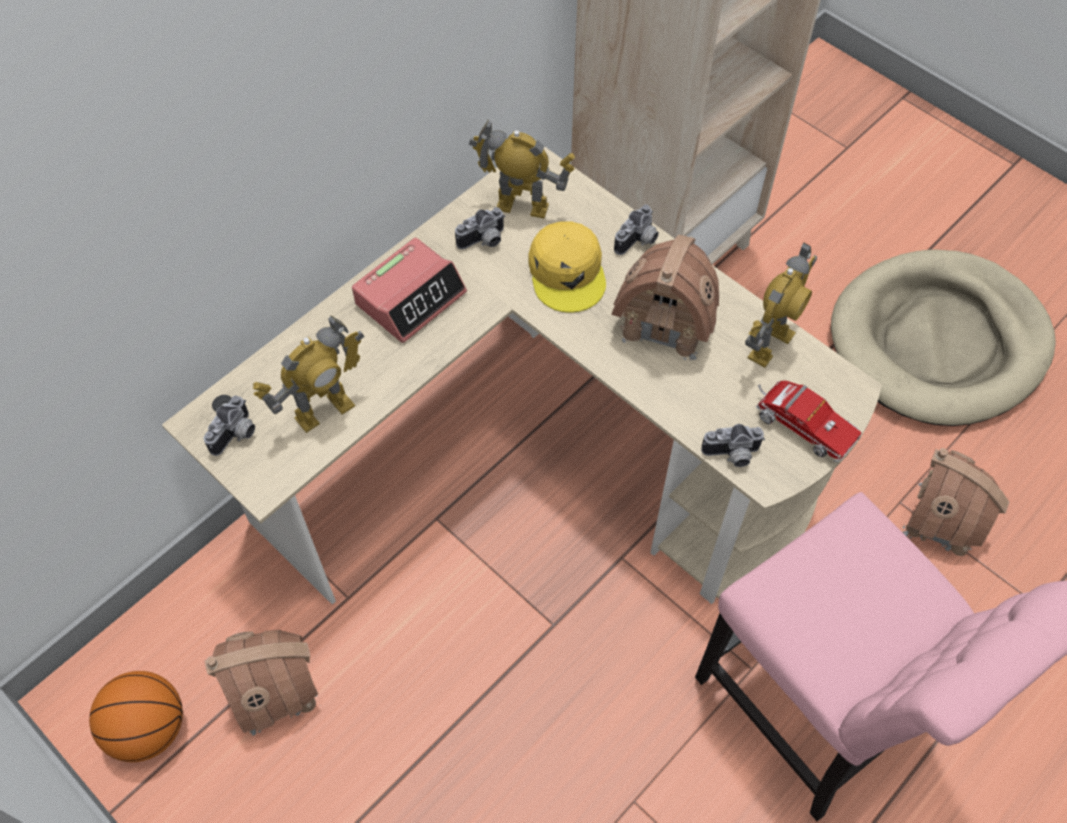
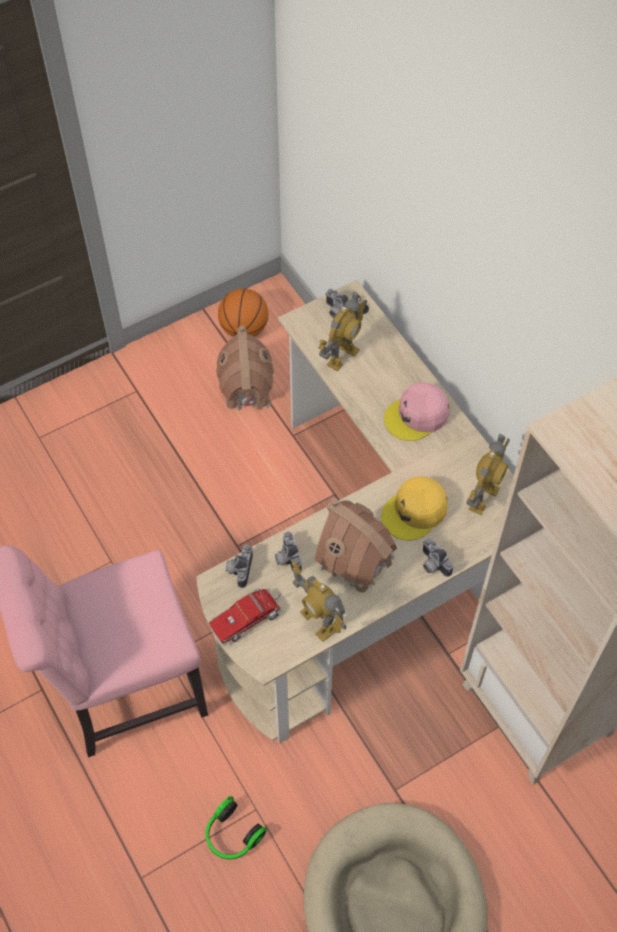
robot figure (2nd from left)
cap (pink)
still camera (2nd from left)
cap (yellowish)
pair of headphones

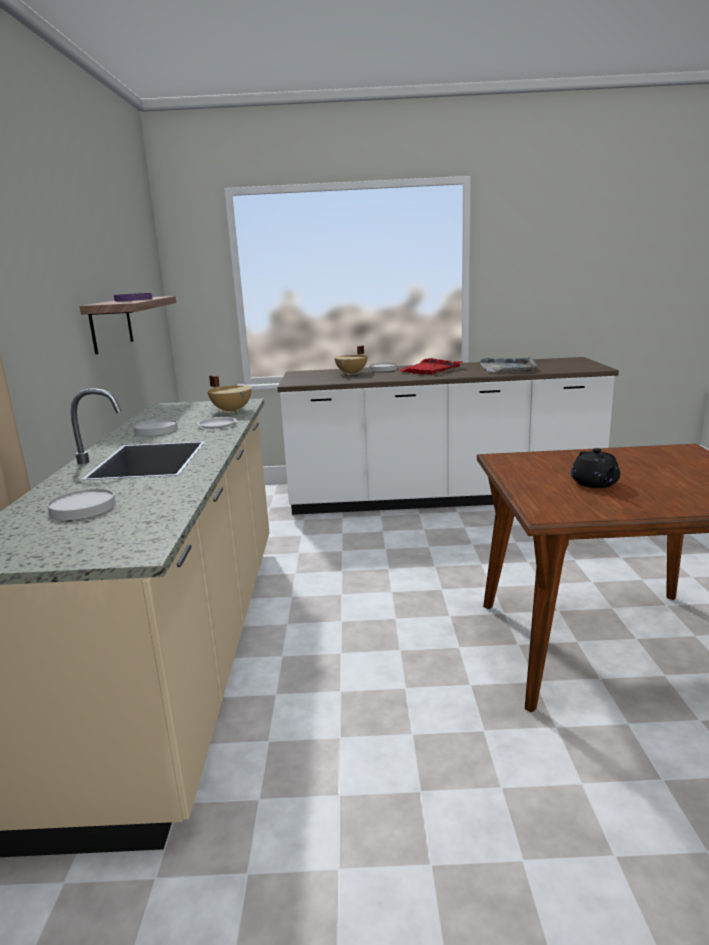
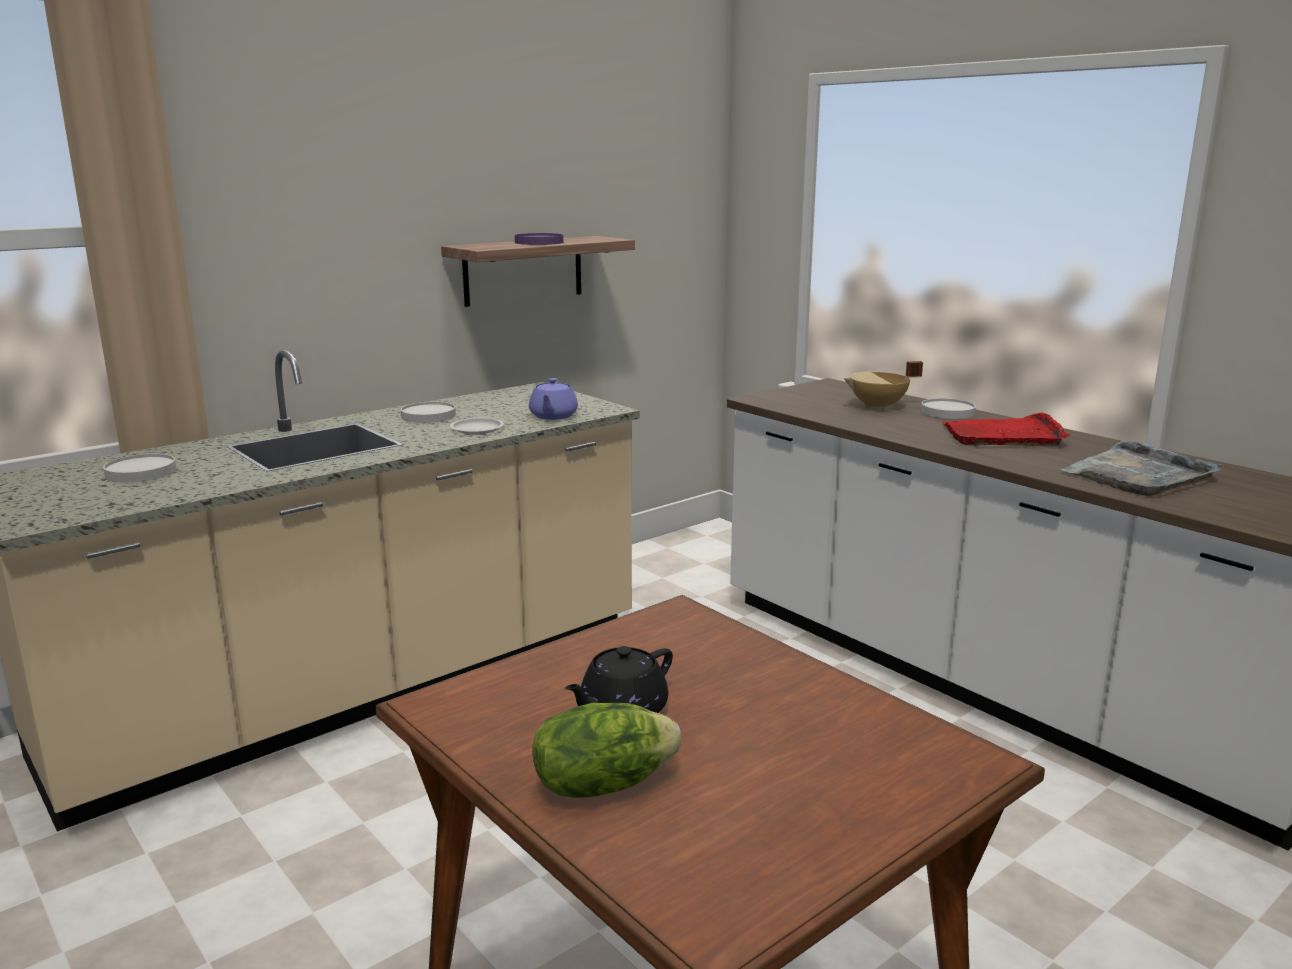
pot for tea (purple-coloured)
head of lettuce

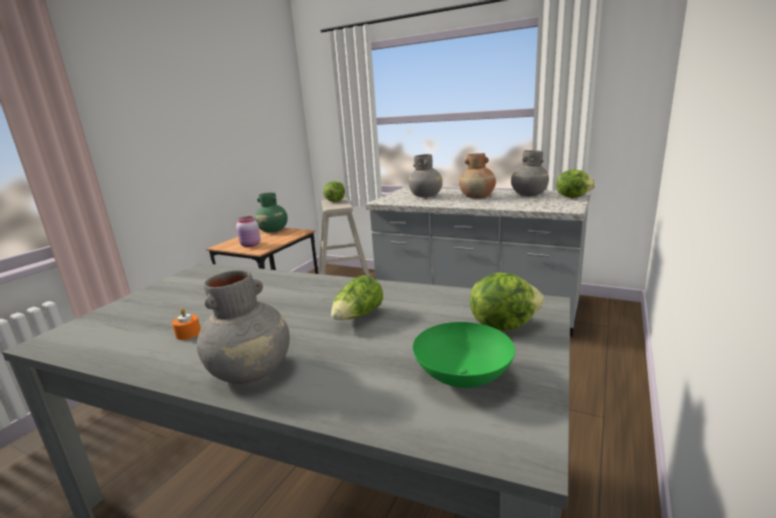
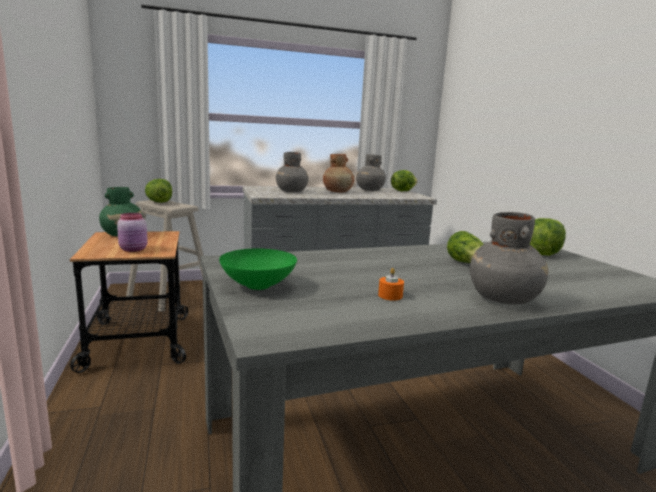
bowl (green-coloured)

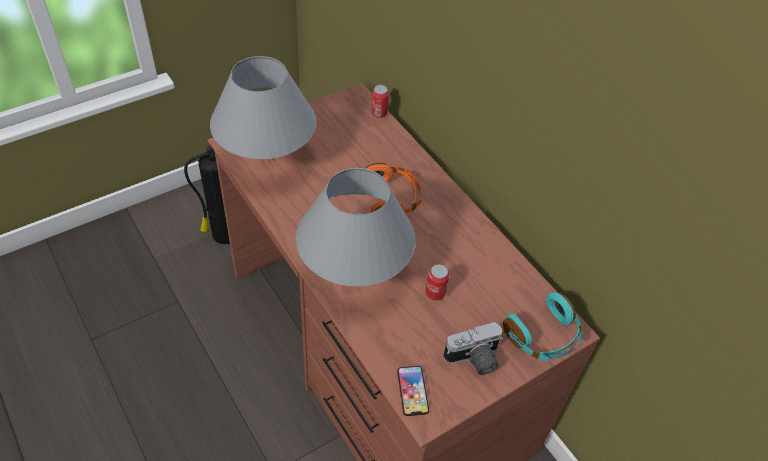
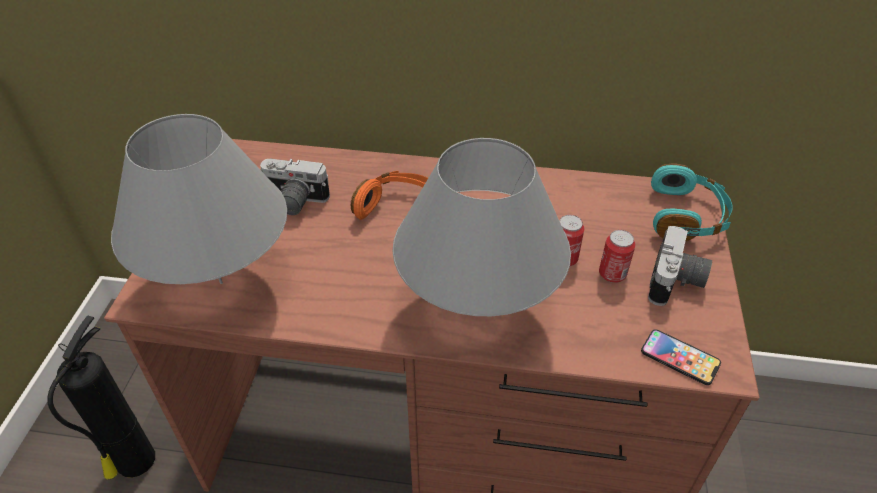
can (2nd from left)
still camera (1st from left)

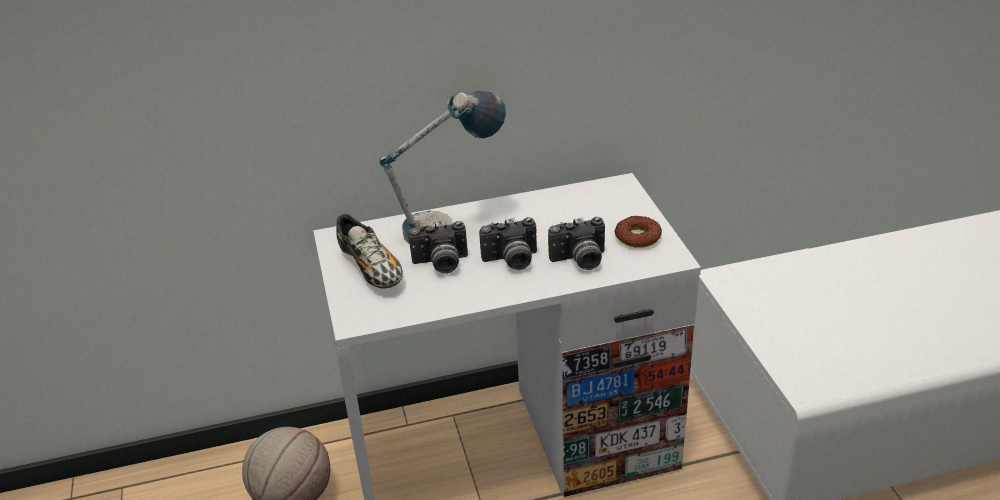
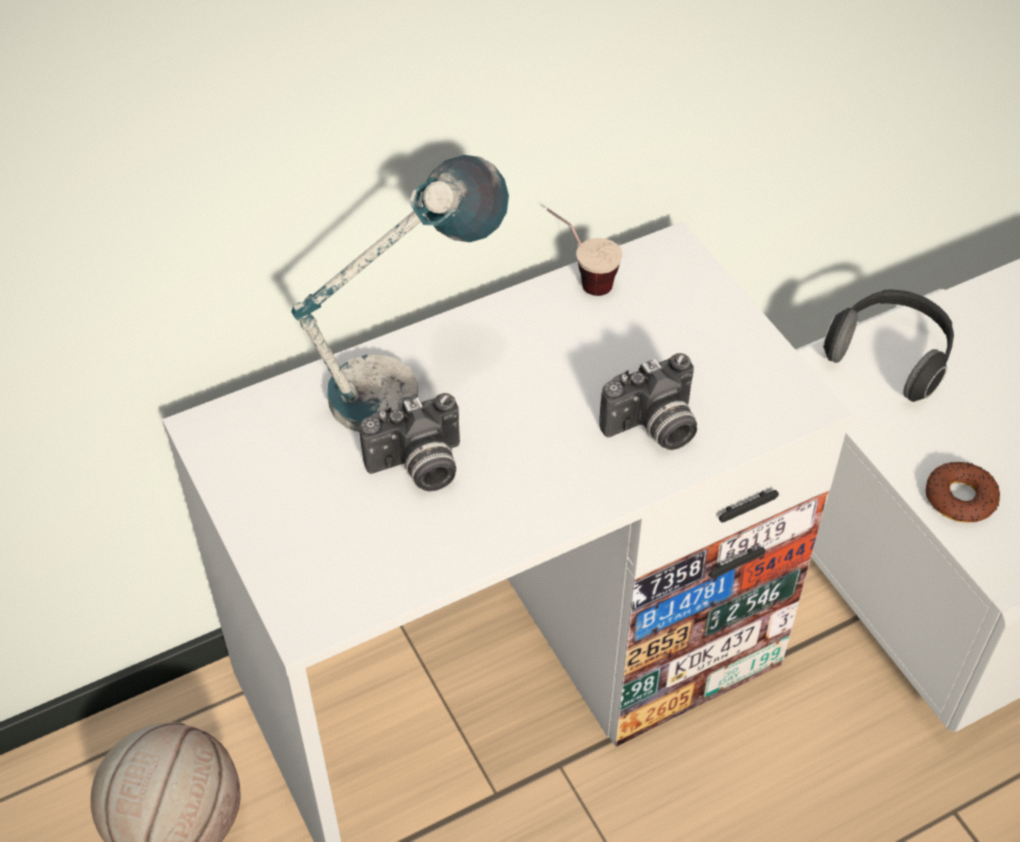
shoe
still camera (2nd from left in the first image)
donut
cup
pair of headphones

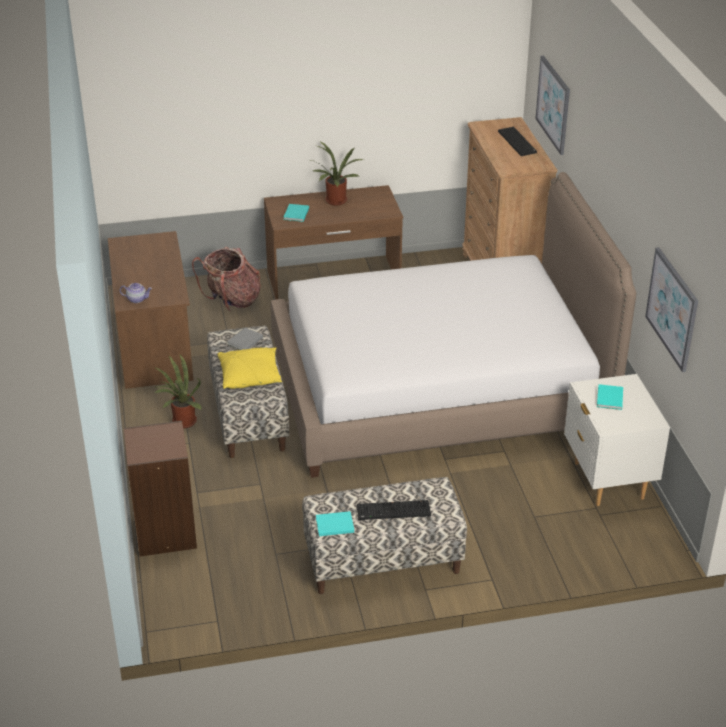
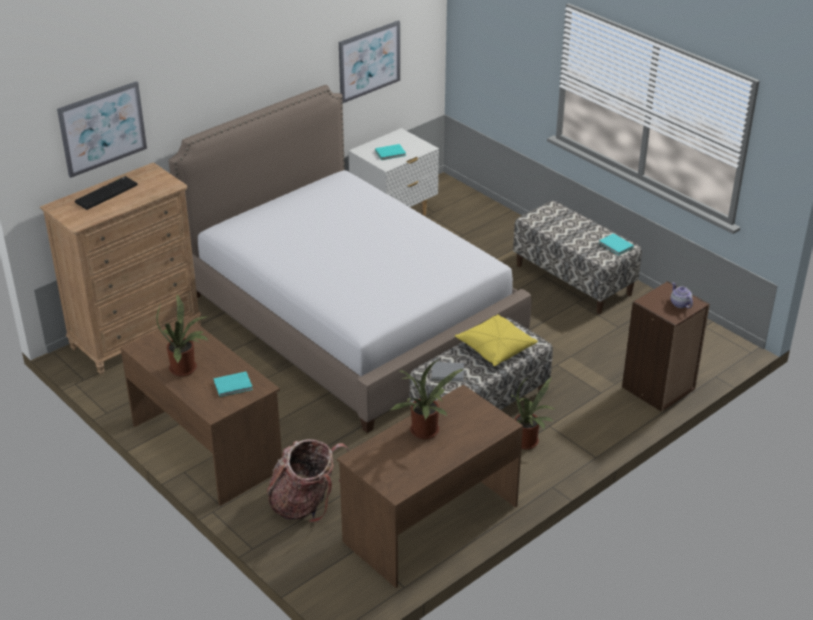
pot for tea
PC keyboard (1st from left in the first image)
plant in a pot (2nd from left)

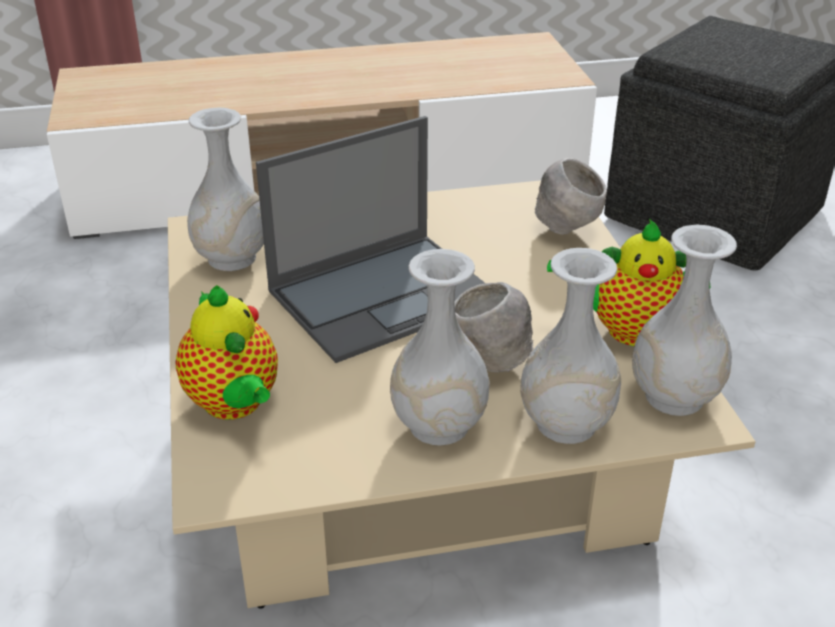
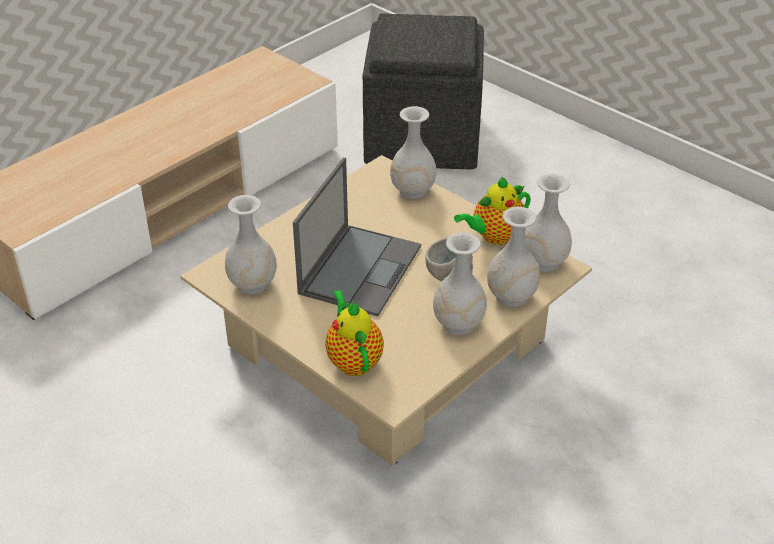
pot for tea (1st from left)
decorative vase (white) (2nd from left)

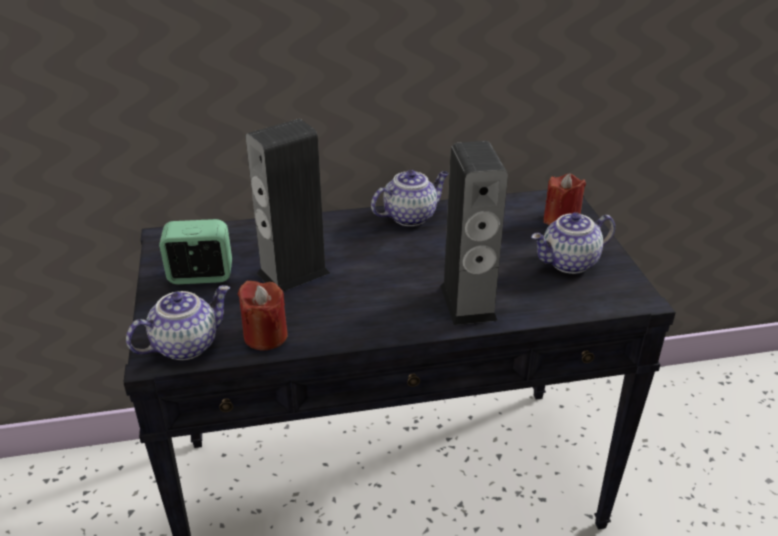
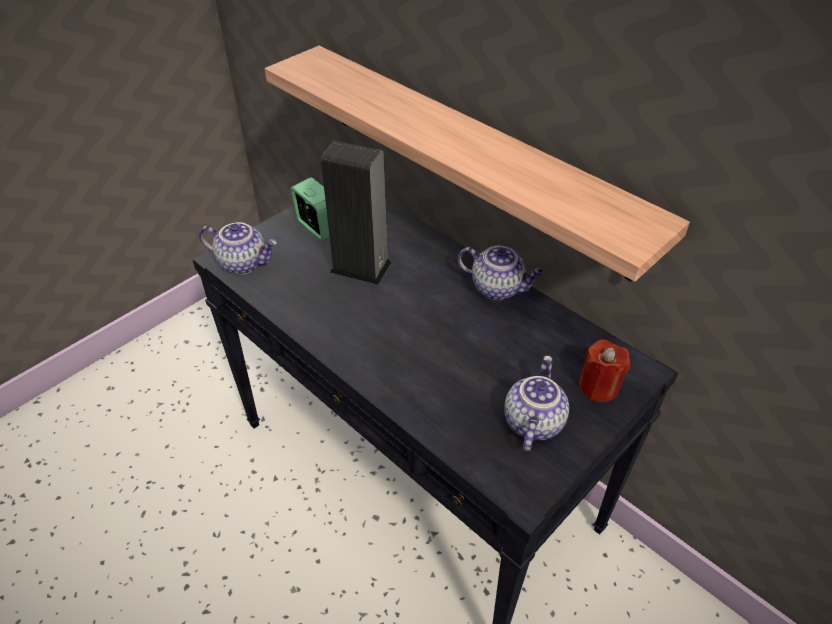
wax light (red-coloured) (1st from left in the first image)
loudspeaker (2nd from left in the first image)
pot for tea (3rd from left)
shelf

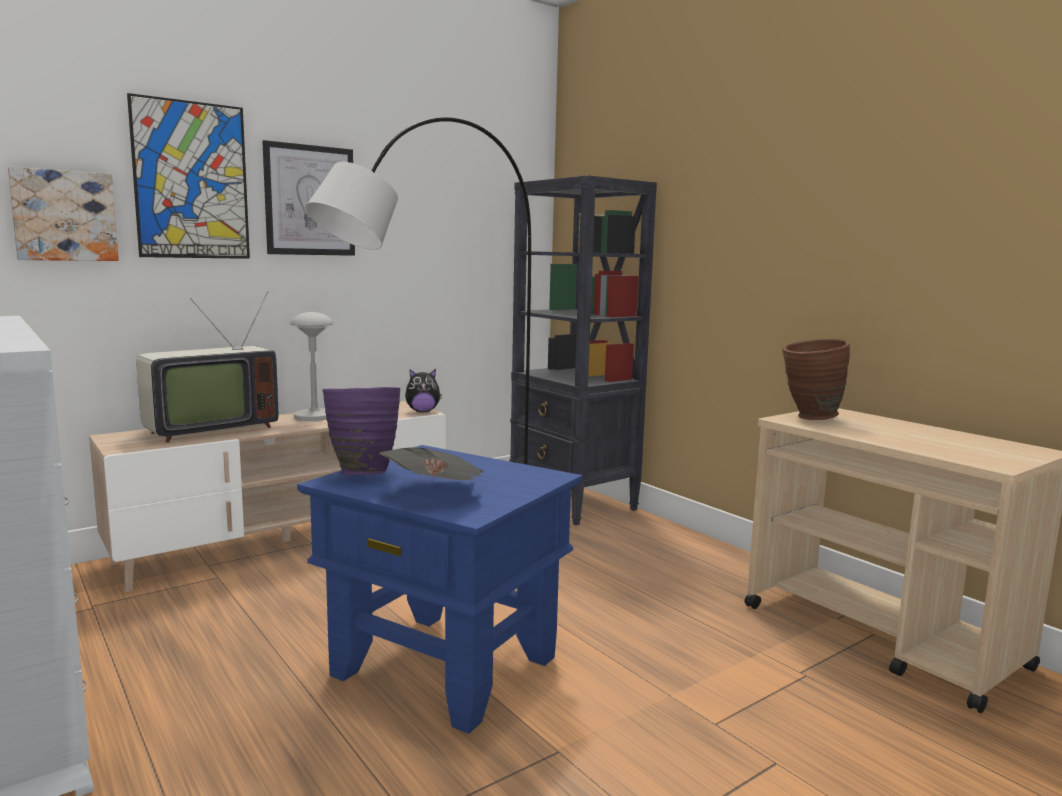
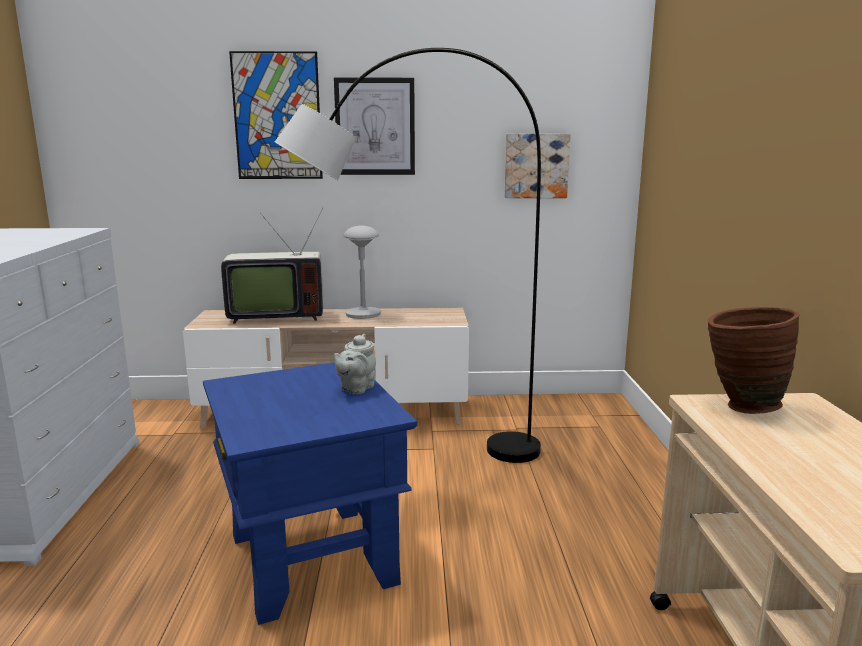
wall picture (3rd from left)
decorative vase (purple-coloured)
printed paper
cuddly toy
bookshelf (black)
pot for tea (grey)

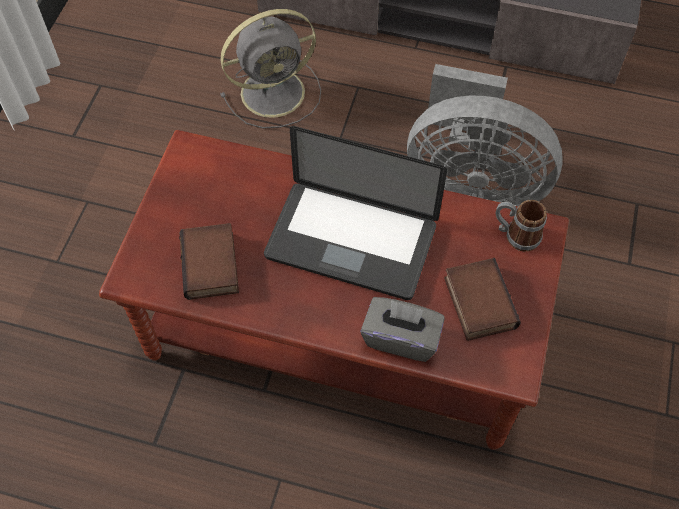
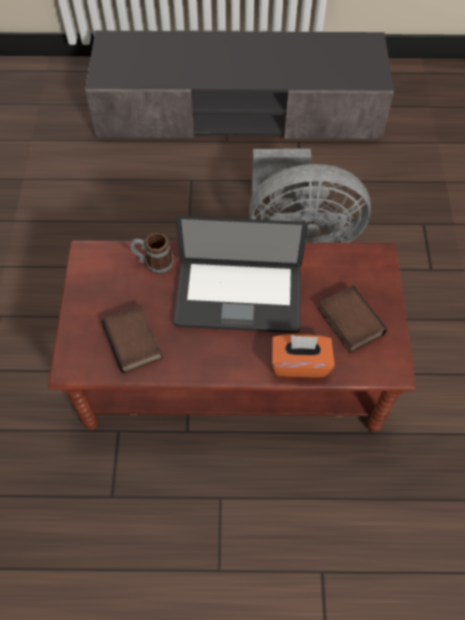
fan (grey) (1st from left in the first image)
tissue box (orangey)
coffee mug

